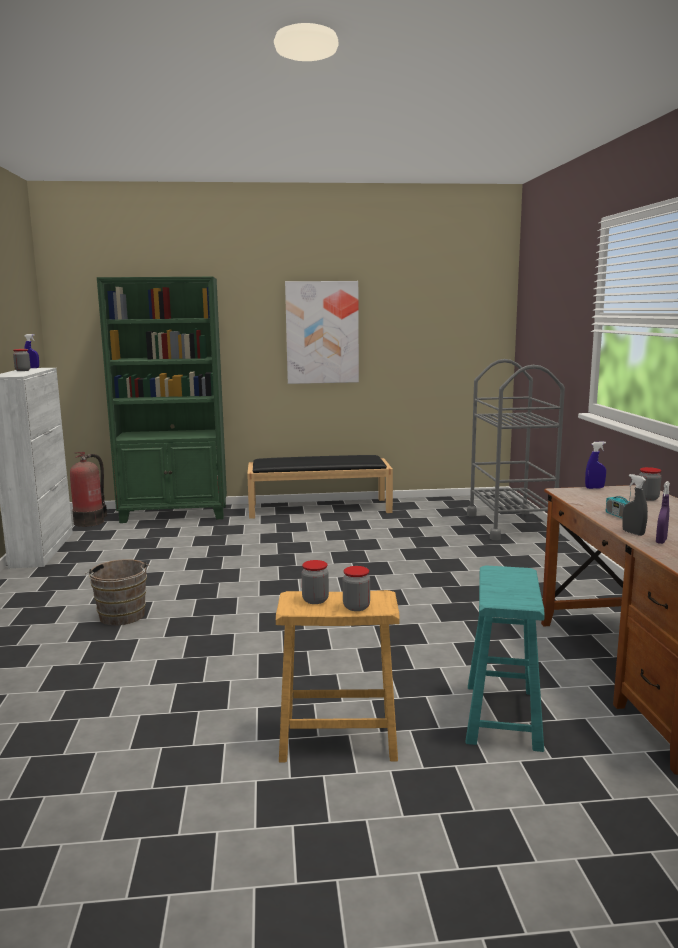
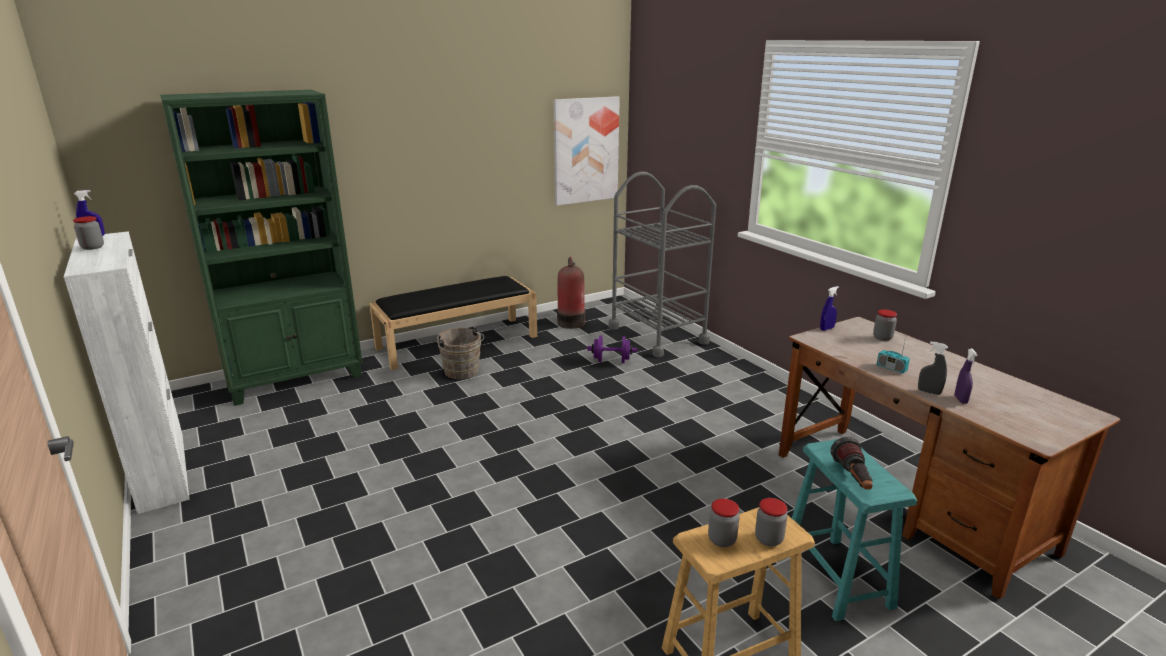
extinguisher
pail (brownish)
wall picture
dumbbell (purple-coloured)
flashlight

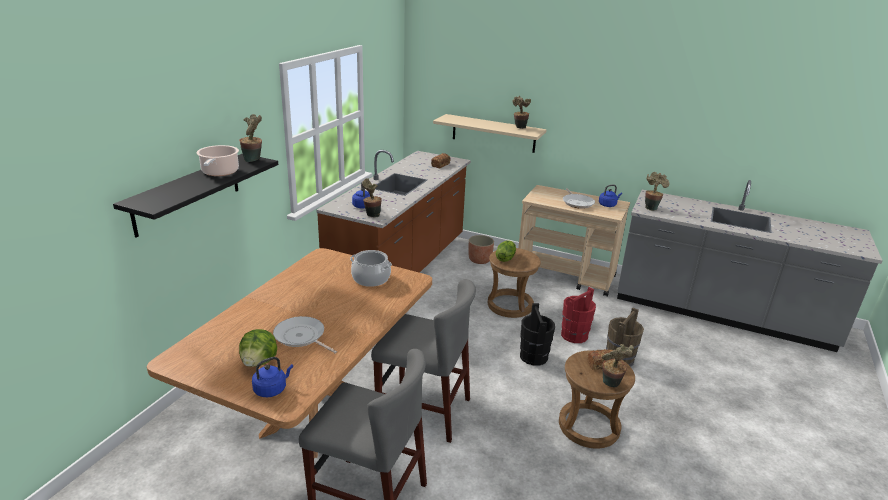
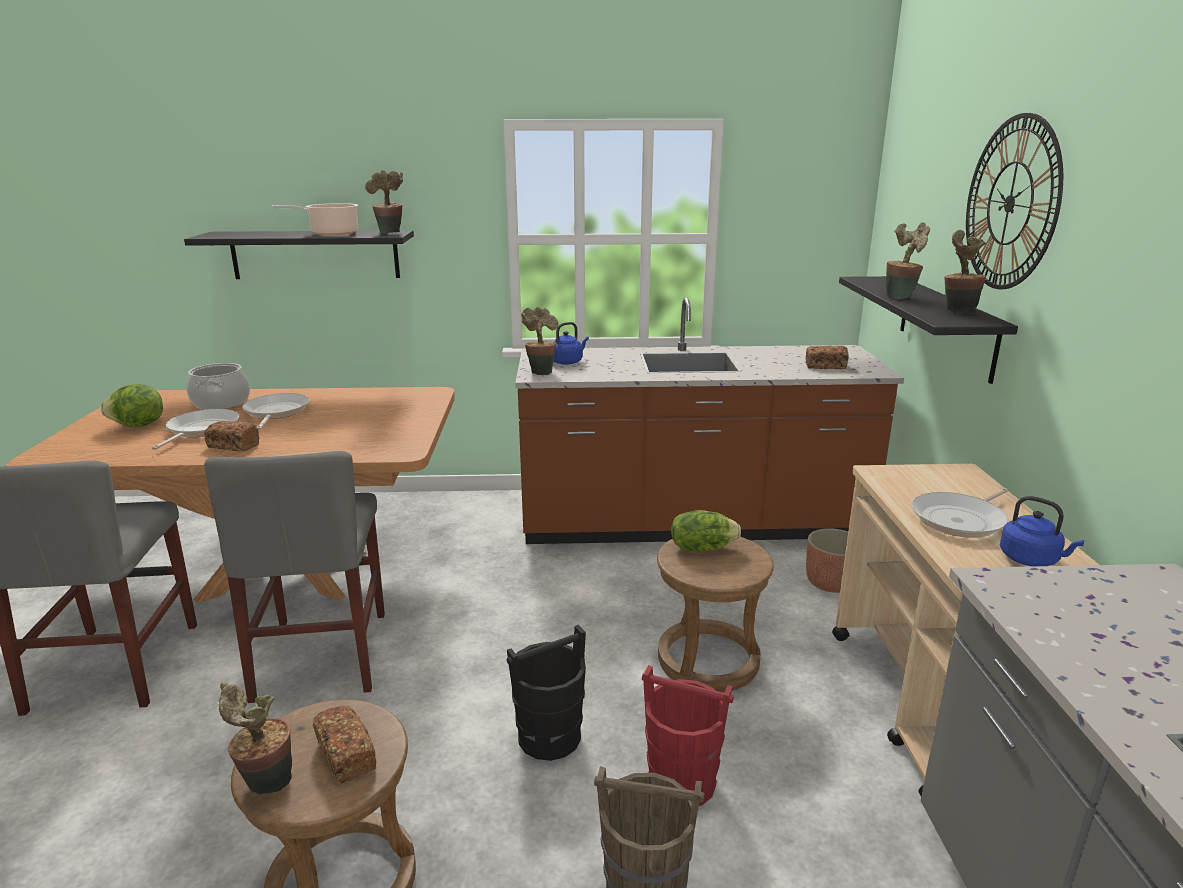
kettle (blue-coloured) (1st from left in the first image)
saucepot (1st from left)
shelf (black) (2nd from left)
plant in a pot (4th from left)
baked bread (1st from left)
frying pan (2nd from left)
clock on the wall

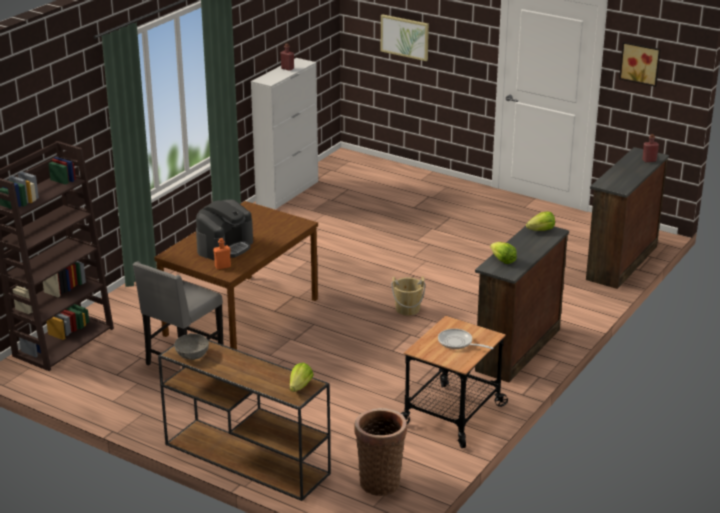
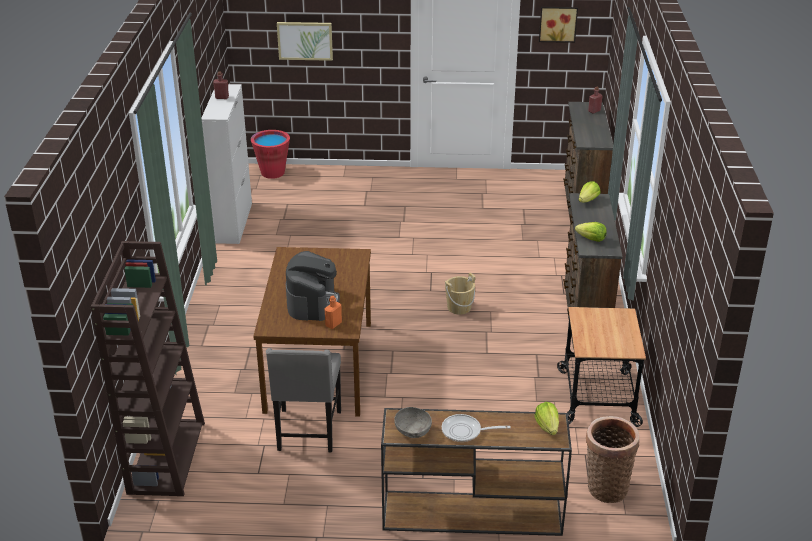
frying pan
pail (red-coloured)

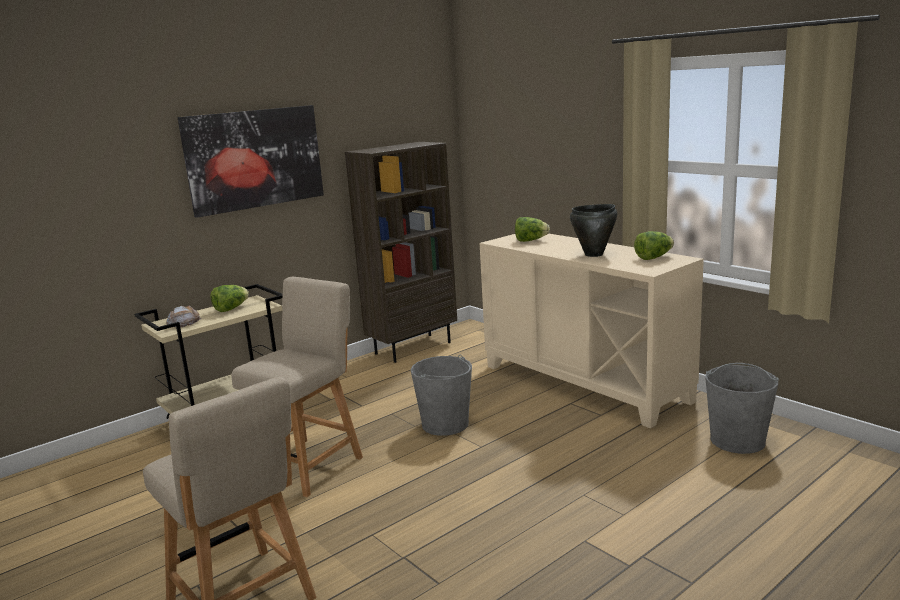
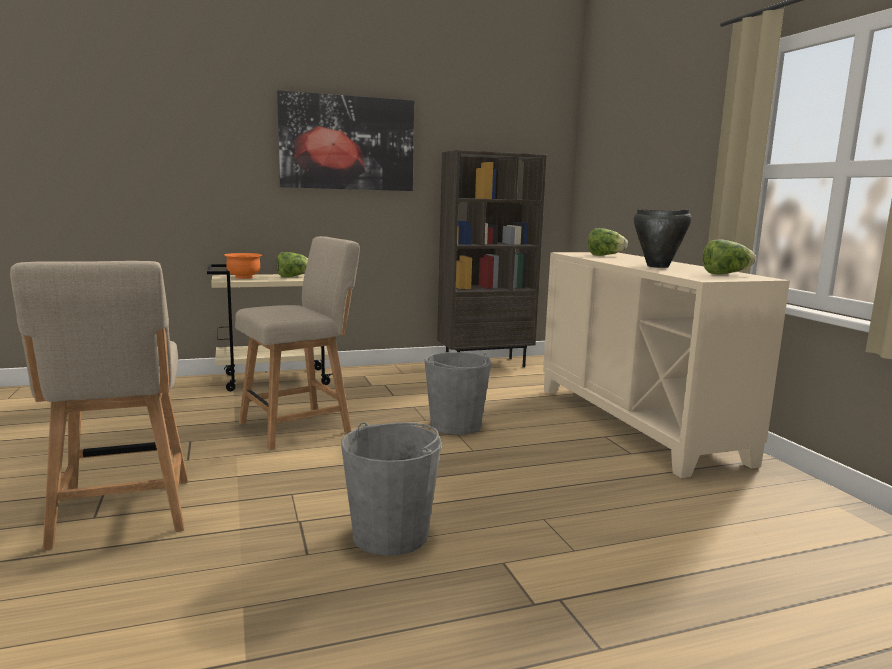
bowl (orangey)
pail (grey) (1st from left)

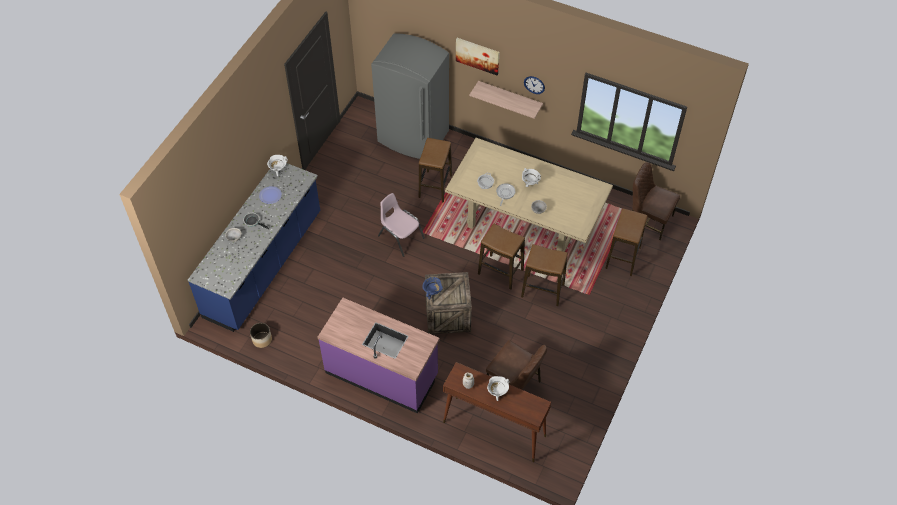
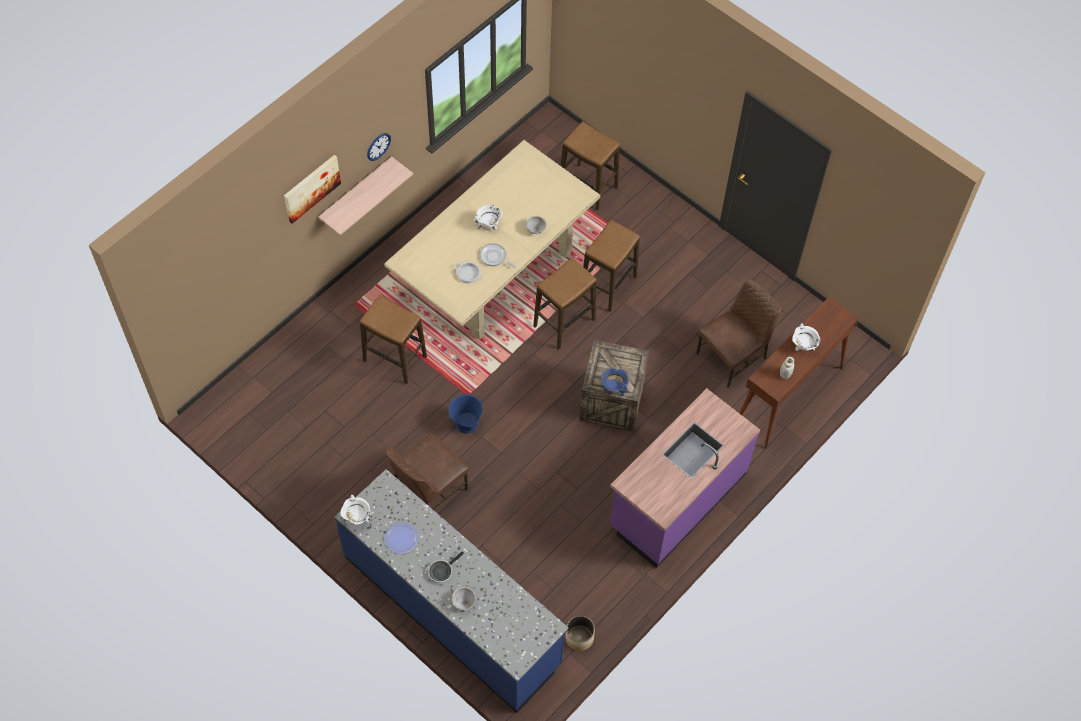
kitchen fridge (grey)
pail (blue-coloured)
chair (brownish) (1st from left)

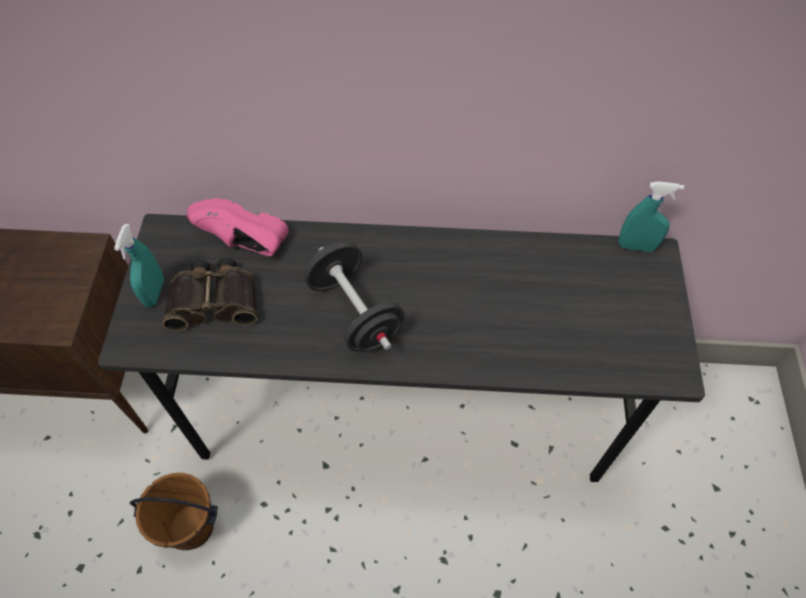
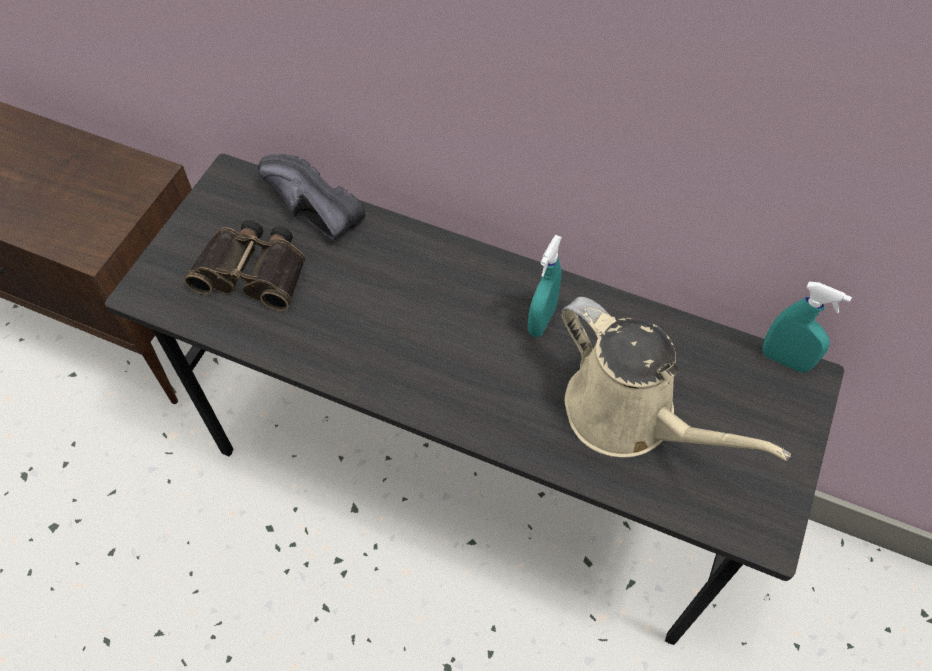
spray bottle (turquoise-coloured) (1st from left)
pail (brownish)
shoe (black)
dumbbell (black)
watering pot (sand-coloured)

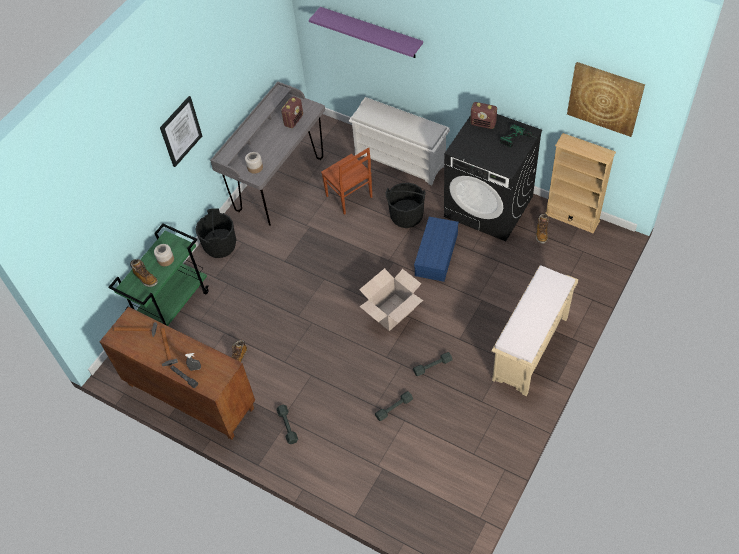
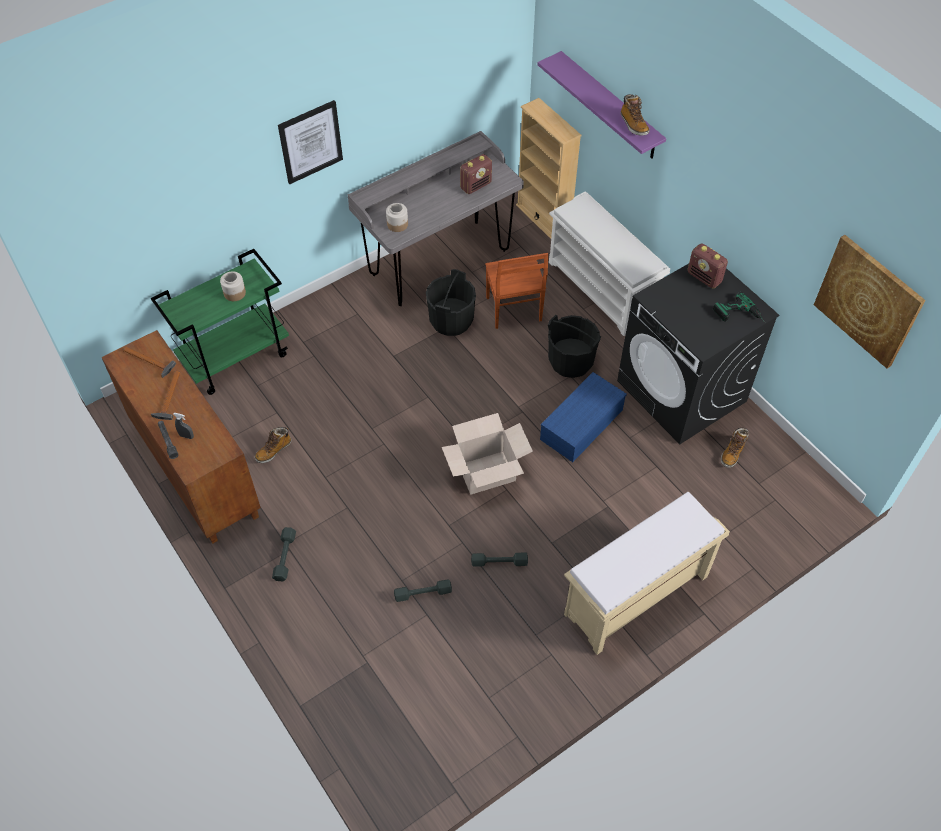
boot (2nd from left)
pail (black) (1st from left)
bookshelf (sand-coloured)

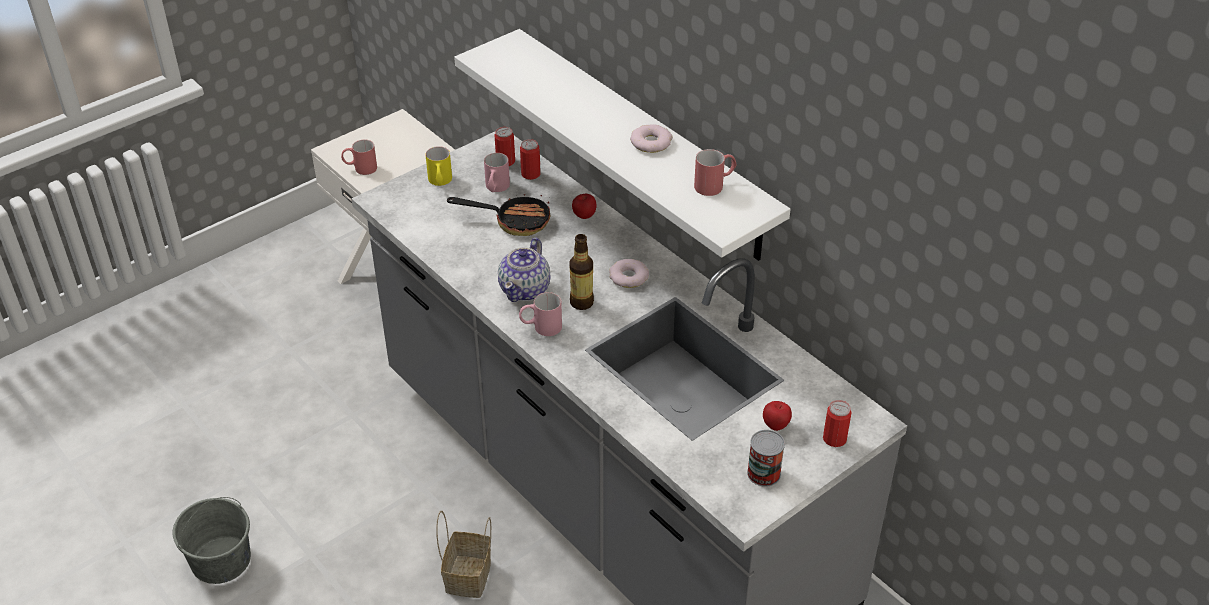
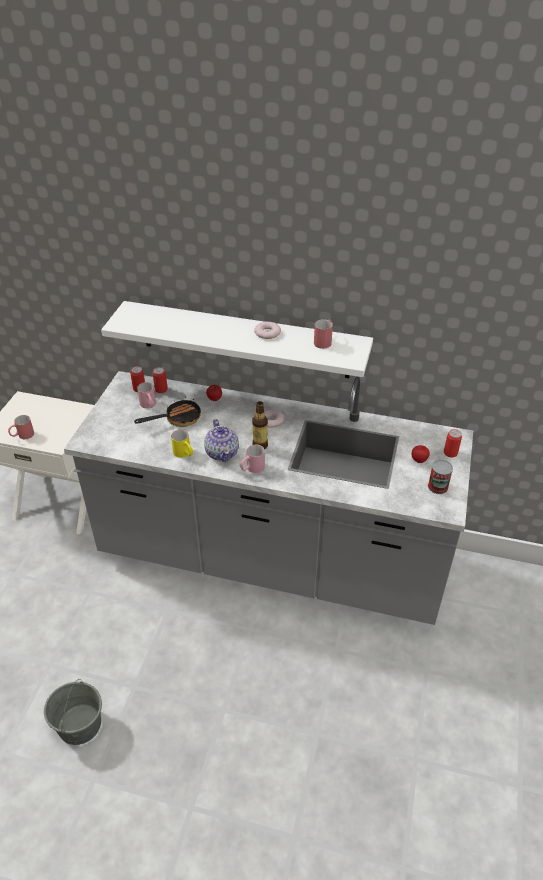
coffee mug (yellowish)
basket

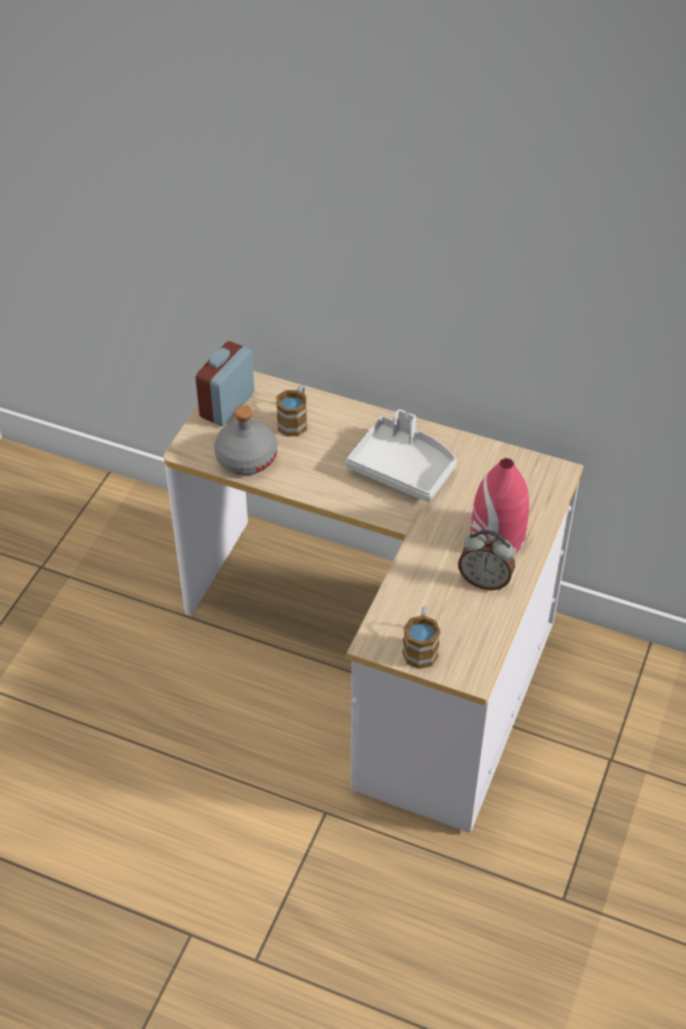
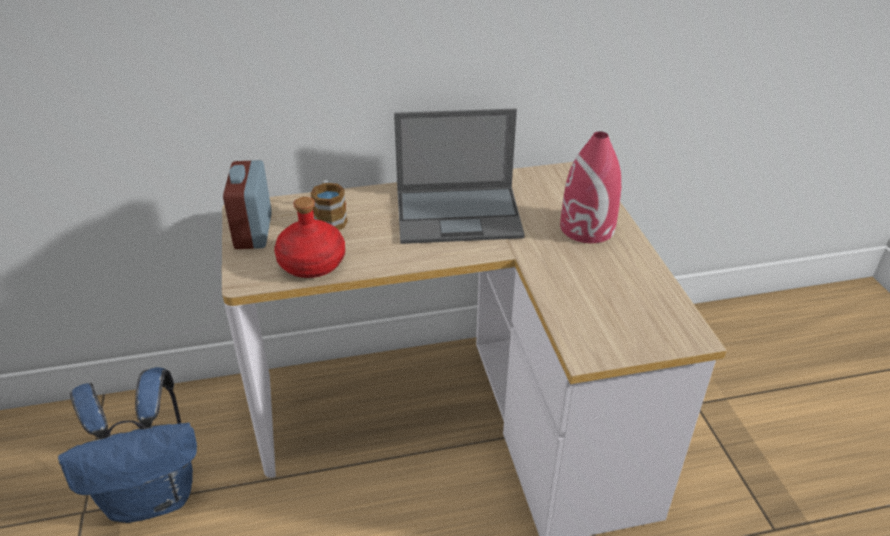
beverage bottle (red-coloured)
portable computer
coffee mug (2nd from left in the first image)
bedside clock (2nd from left in the first image)
rucksack (blue-coloured)

